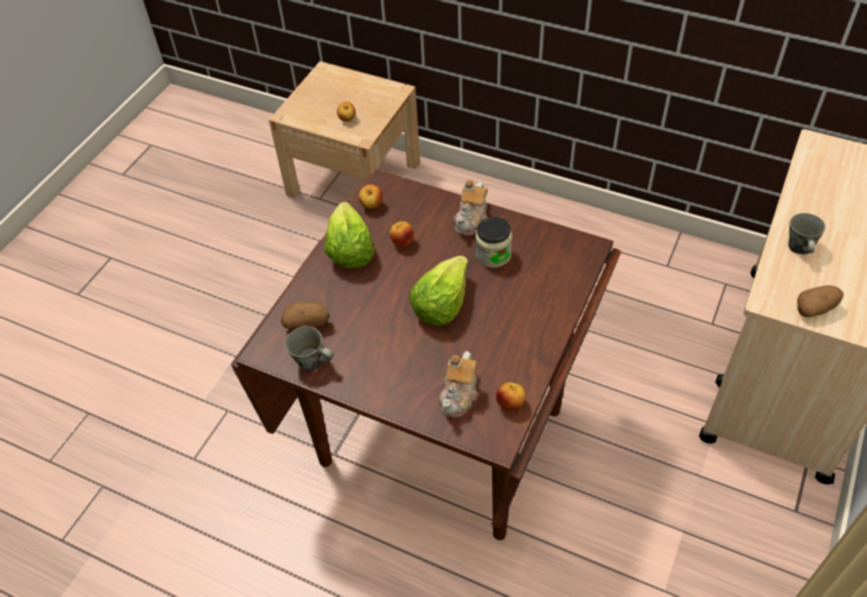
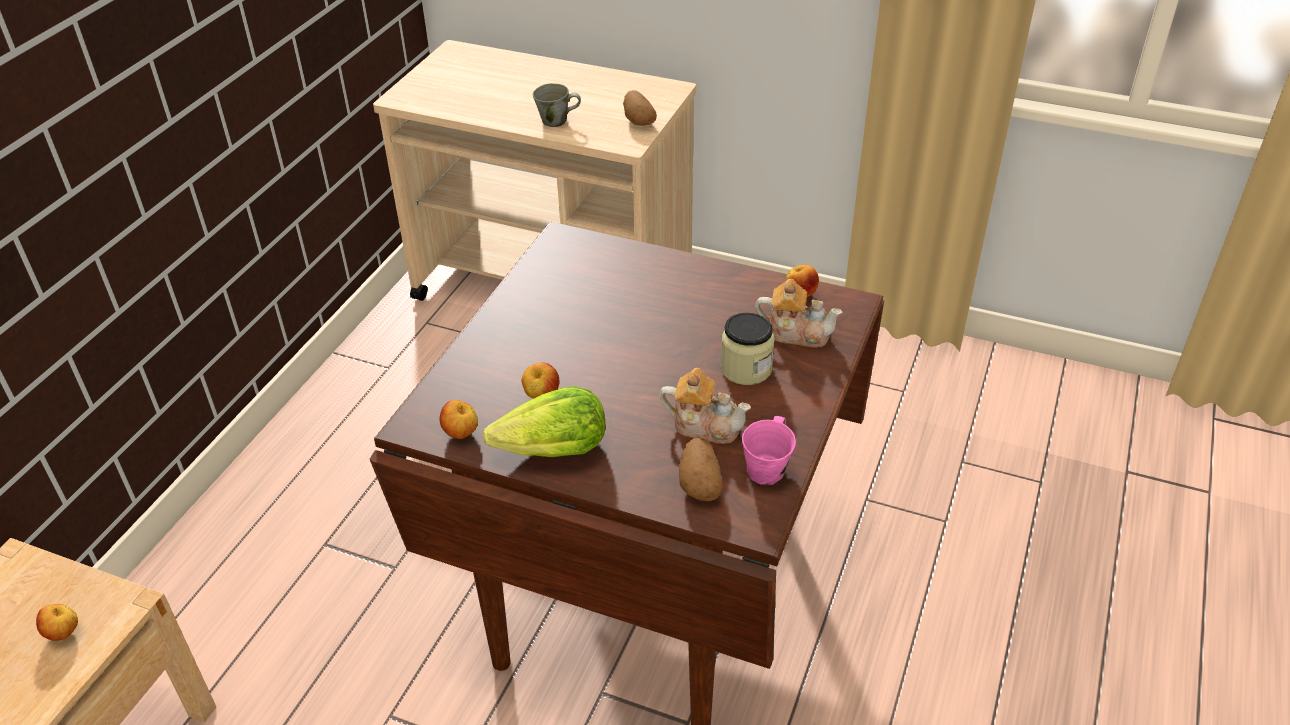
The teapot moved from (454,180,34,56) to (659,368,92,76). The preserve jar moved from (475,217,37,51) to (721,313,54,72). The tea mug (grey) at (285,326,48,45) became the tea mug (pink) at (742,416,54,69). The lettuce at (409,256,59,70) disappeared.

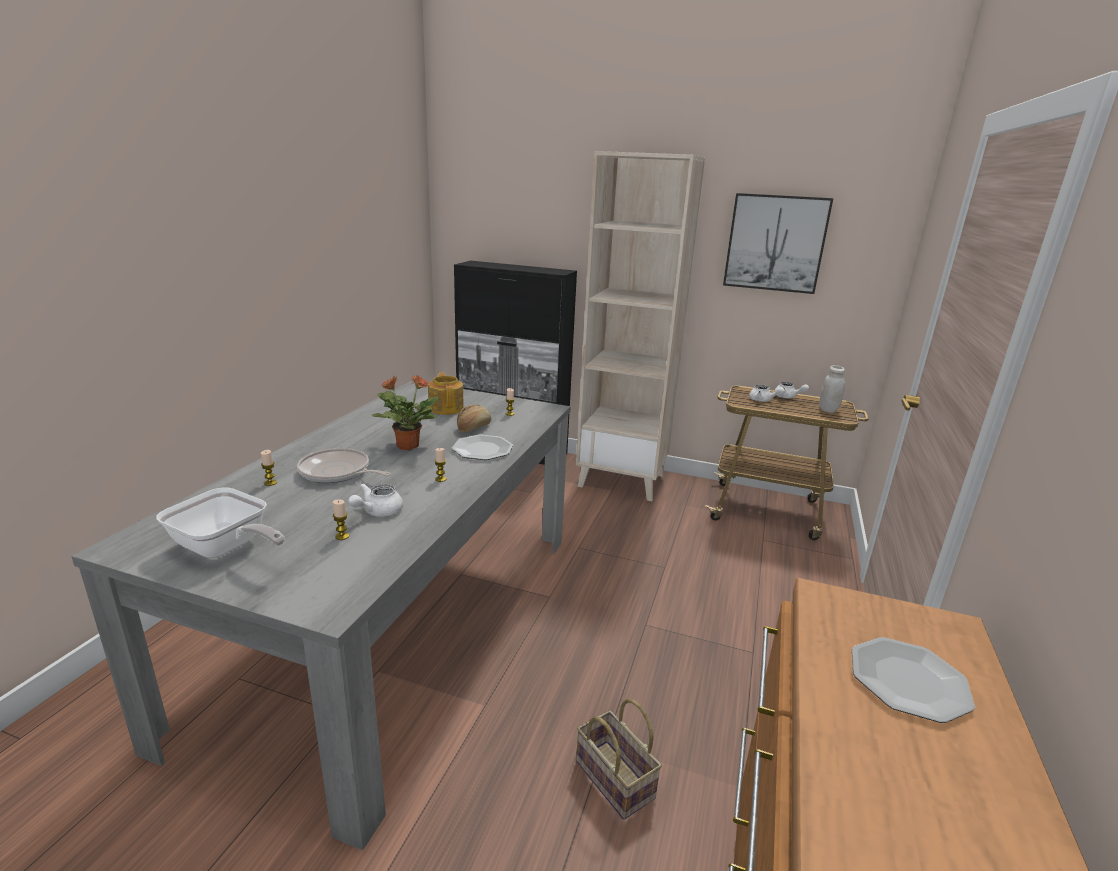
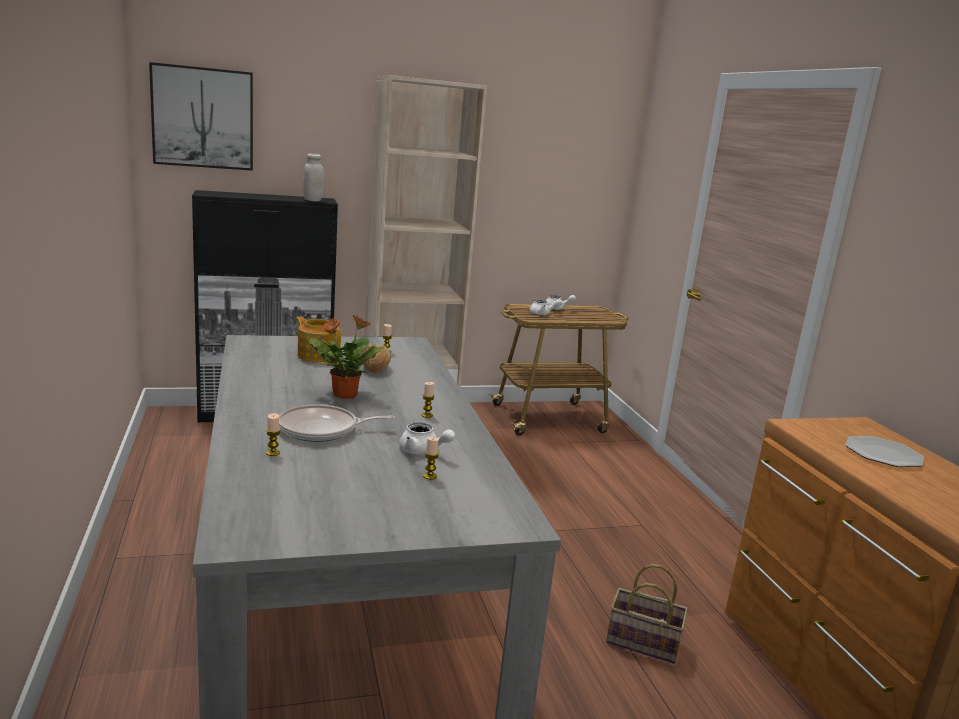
The picture moved from (723,193,110,101) to (149,62,104,109). The preserve jar (white) moved from (820,365,25,48) to (303,153,22,48). The teapot (white) at (348,483,55,34) turned 60 degrees counterclockwise. The frying pan at (156,488,129,70) disappeared. The flat dish at (452,434,61,26) disappeared.

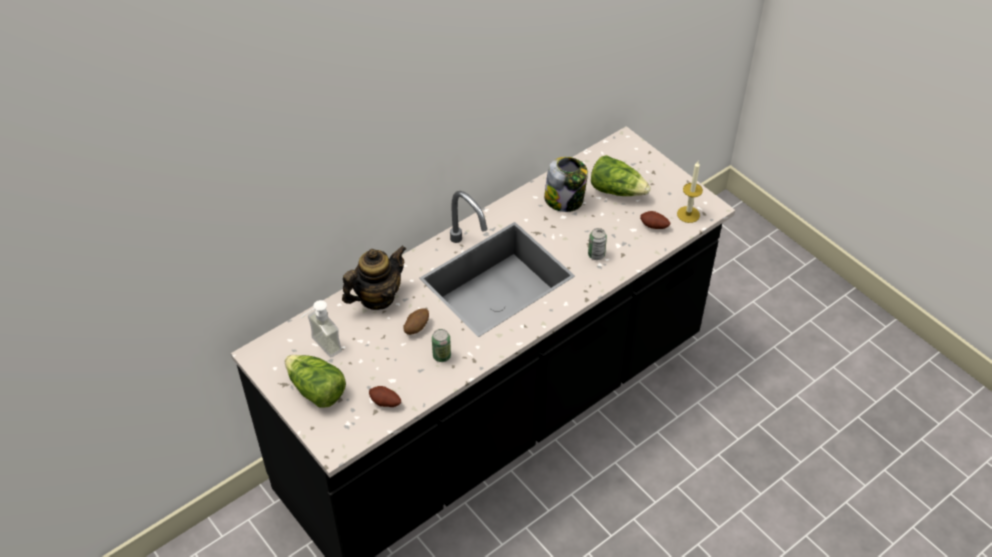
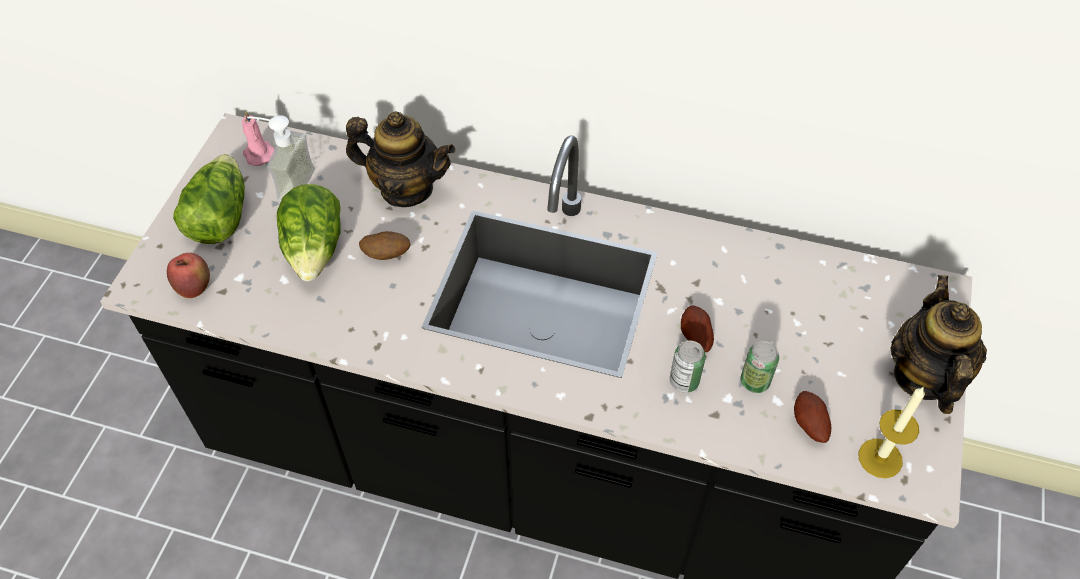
The apple at (167,253,43,45) appeared. The wax candle (pink) at (242,110,33,56) appeared. The lettuce moved from (591,155,60,41) to (277,184,64,98). The potato moved from (369,386,32,21) to (681,305,33,47). The sealed can moved from (432,329,19,33) to (741,341,38,52). The teapot at (891,275,96,139) appeared. The preserve jar at (544,157,44,55) disappeared.

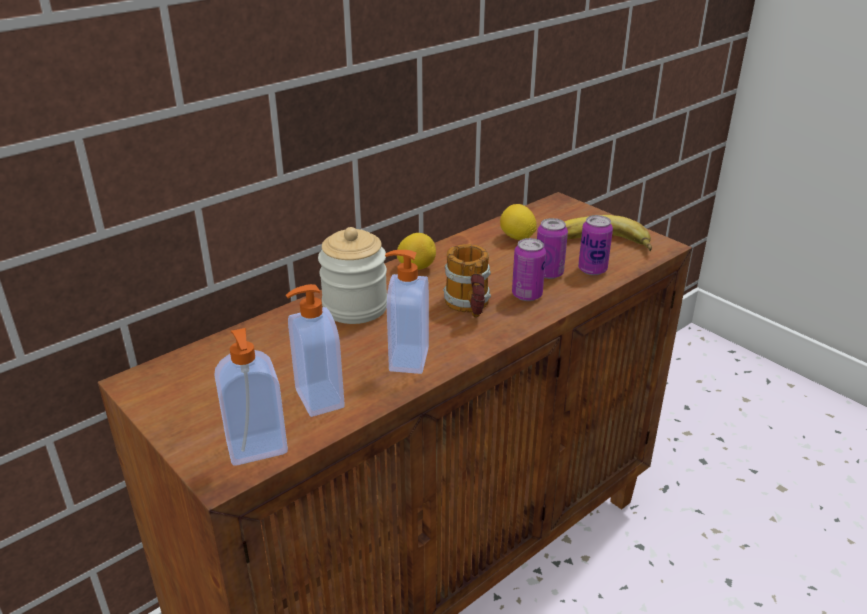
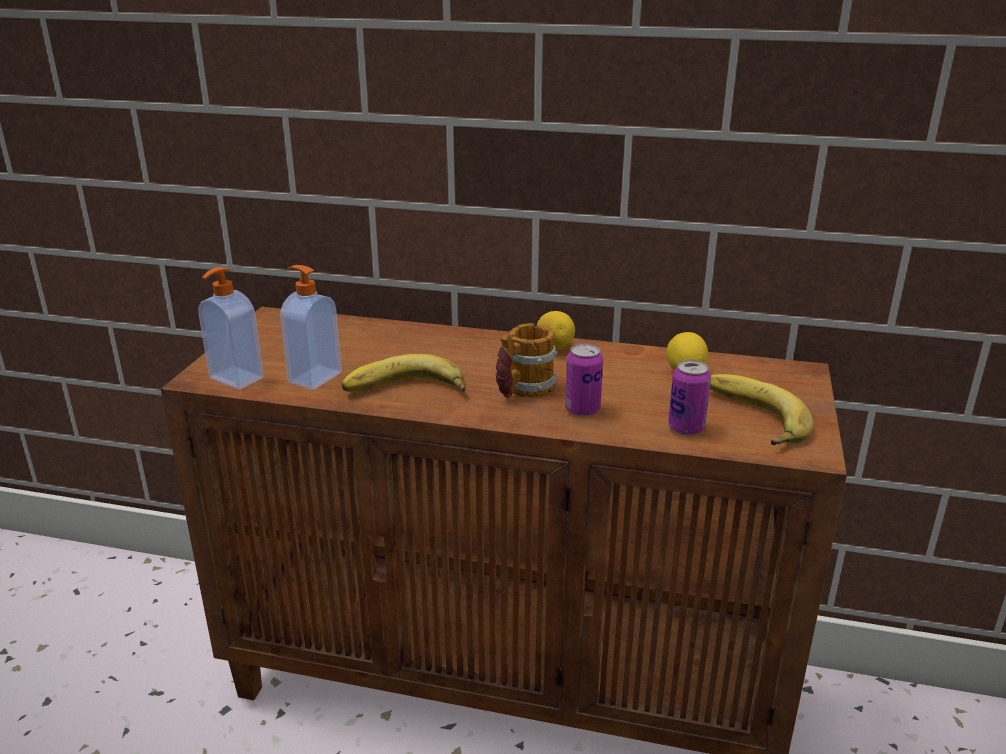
The liquid soap bottle at (385,250,44,124) was replaced by the whole banana at (342,354,124,38). The preserve jar at (318,227,69,97) disappeared. The sealed can at (537,218,31,61) disappeared.

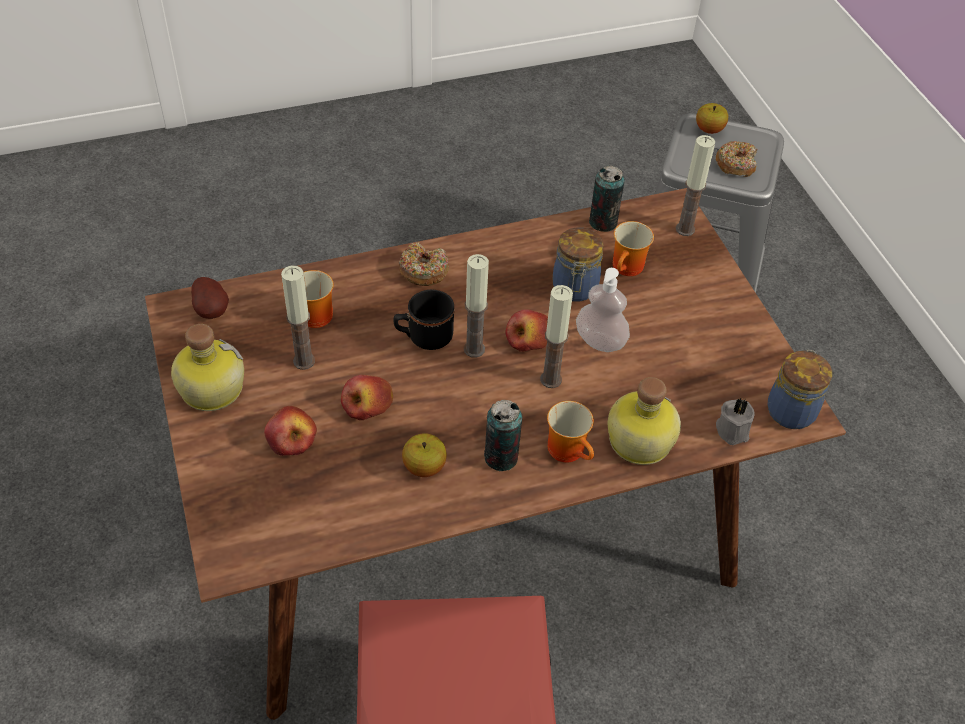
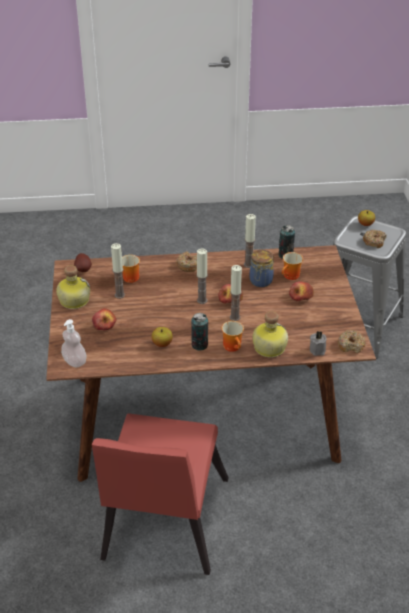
The liquid soap bottle moved from (576,268,54,84) to (61,319,26,48). The wax candle moved from (676,135,39,101) to (244,214,12,54). The apple moved from (341,375,52,45) to (289,281,25,21). The preserve jar at (768,350,64,79) was replaced by the doughnut at (338,330,28,23). The tea mug (black-coloured) at (393,290,61,60) disappeared.

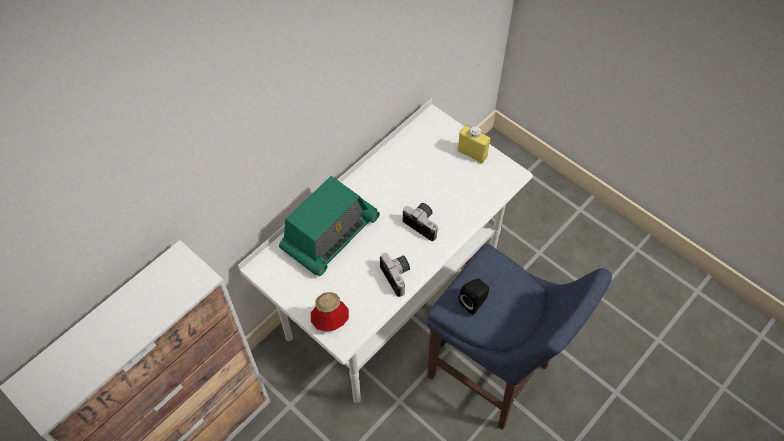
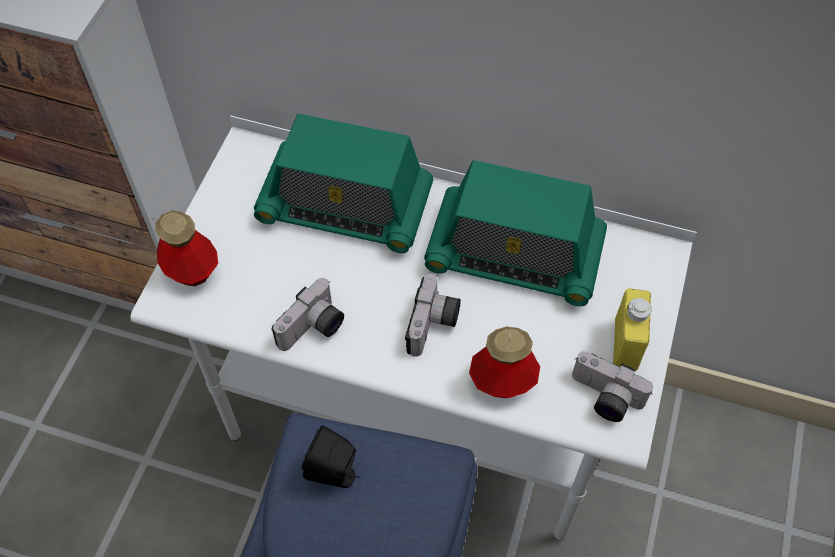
The radio receiver at (424,160,183,146) appeared. The drink bottle at (469,327,71,71) appeared. The still camera at (572,351,81,71) appeared.

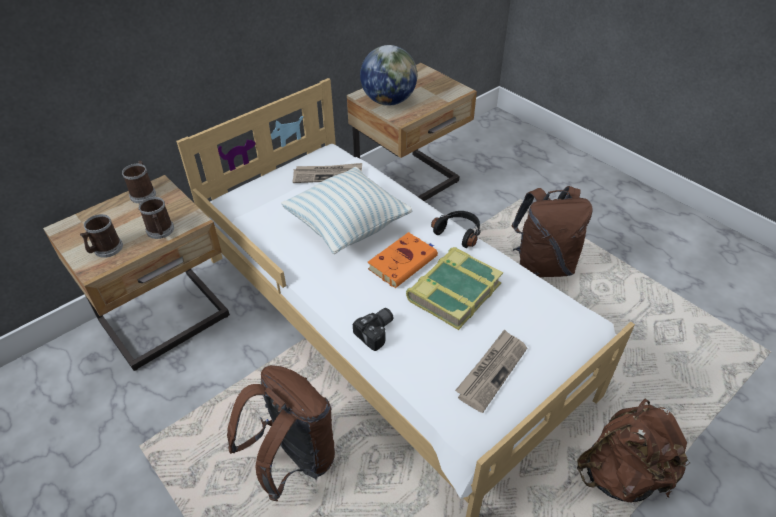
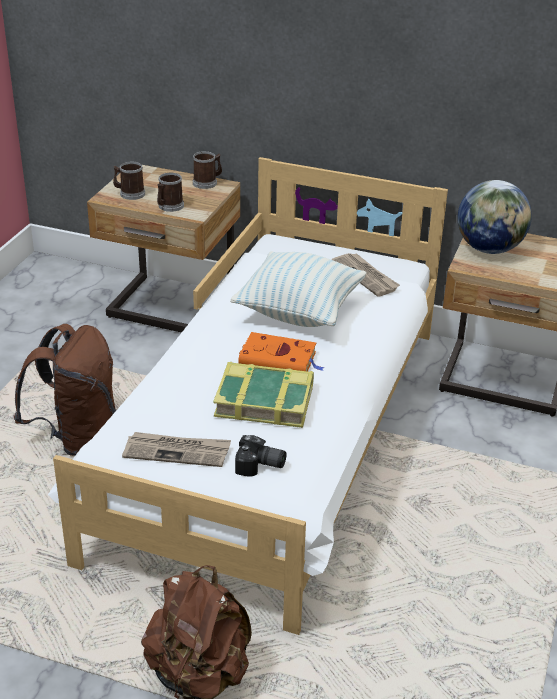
The still camera moved from (353,308,41,43) to (235,435,52,42). The headphones (black-coloured) at (431,211,50,37) disappeared. The rucksack (brownish) at (512,186,81,91) disappeared.

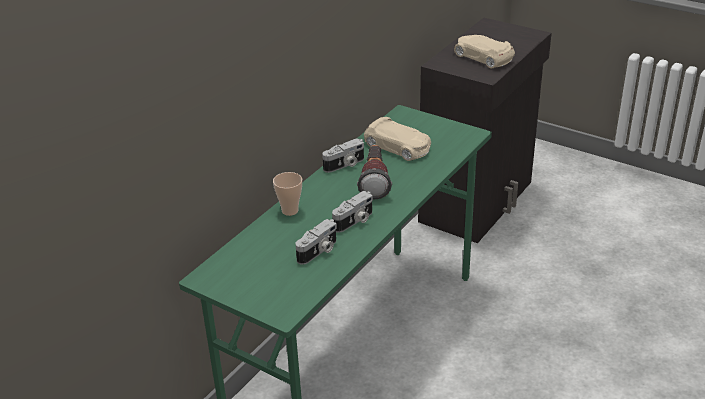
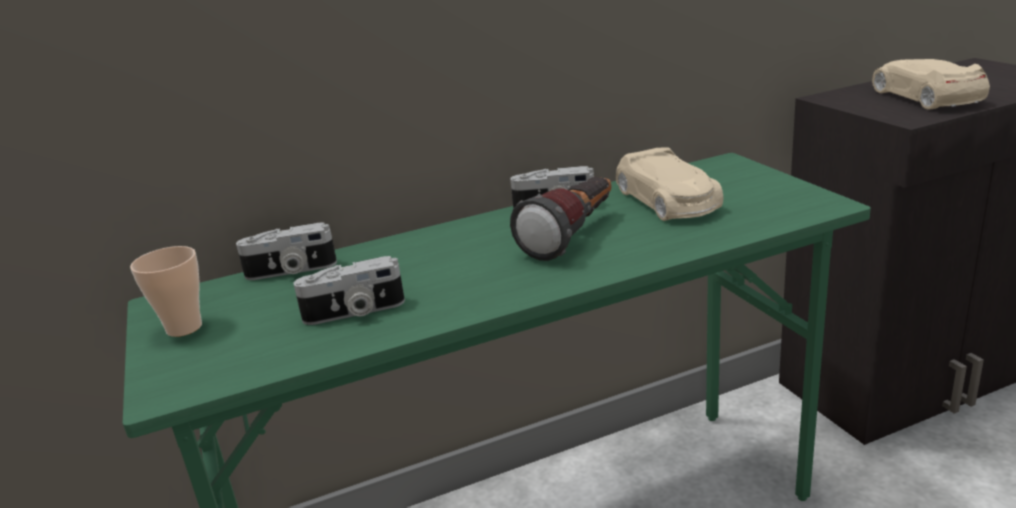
The drinking cup moved from (273,172,29,44) to (130,246,72,91). The still camera moved from (332,191,41,42) to (236,222,101,58).

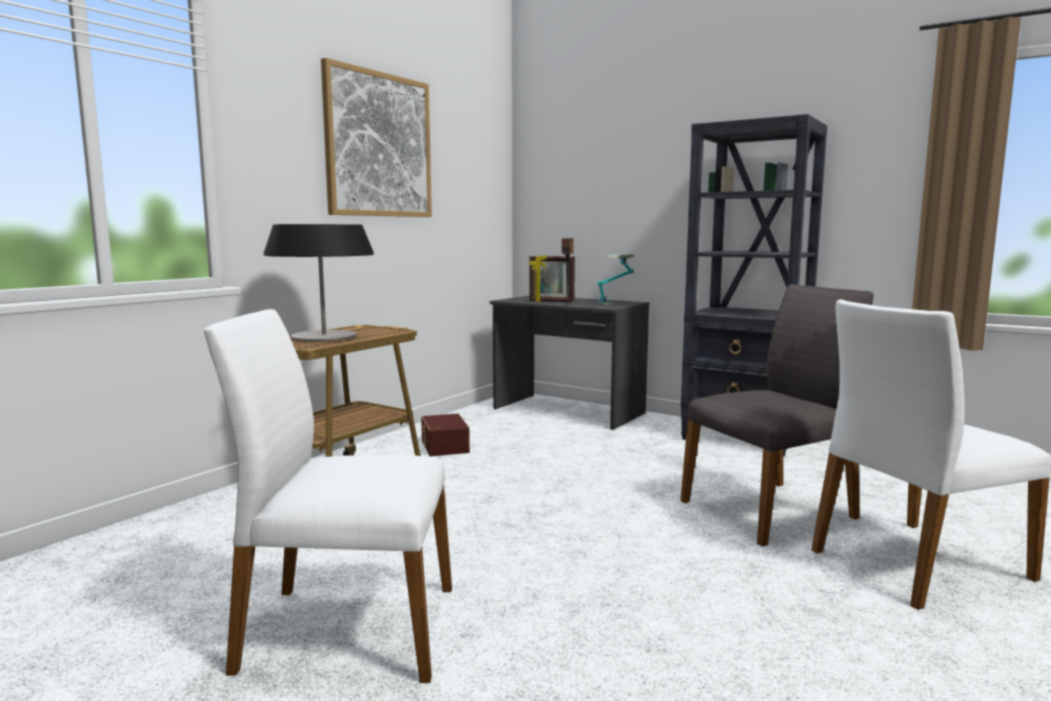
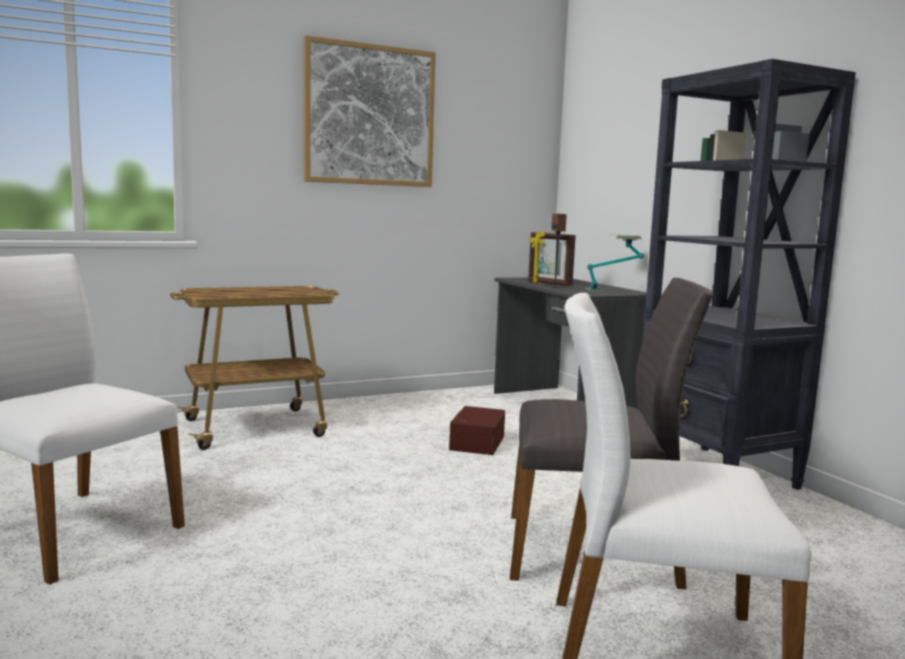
The storage bin (brownish) moved from (421,414,49,42) to (449,406,56,49). The table lamp at (264,224,110,117) disappeared.

